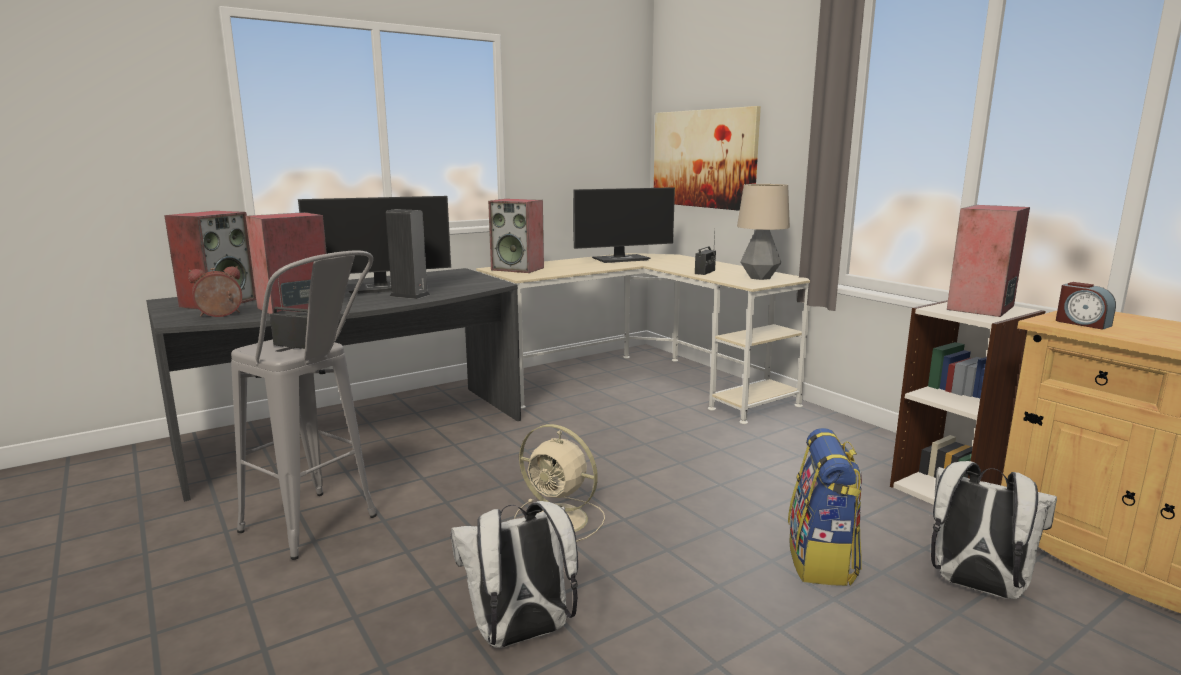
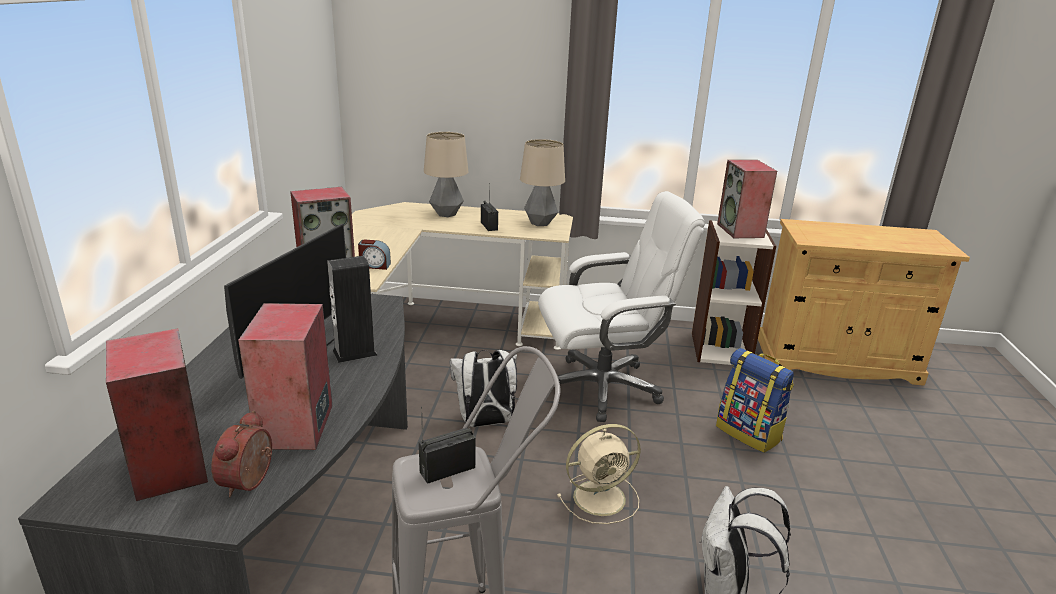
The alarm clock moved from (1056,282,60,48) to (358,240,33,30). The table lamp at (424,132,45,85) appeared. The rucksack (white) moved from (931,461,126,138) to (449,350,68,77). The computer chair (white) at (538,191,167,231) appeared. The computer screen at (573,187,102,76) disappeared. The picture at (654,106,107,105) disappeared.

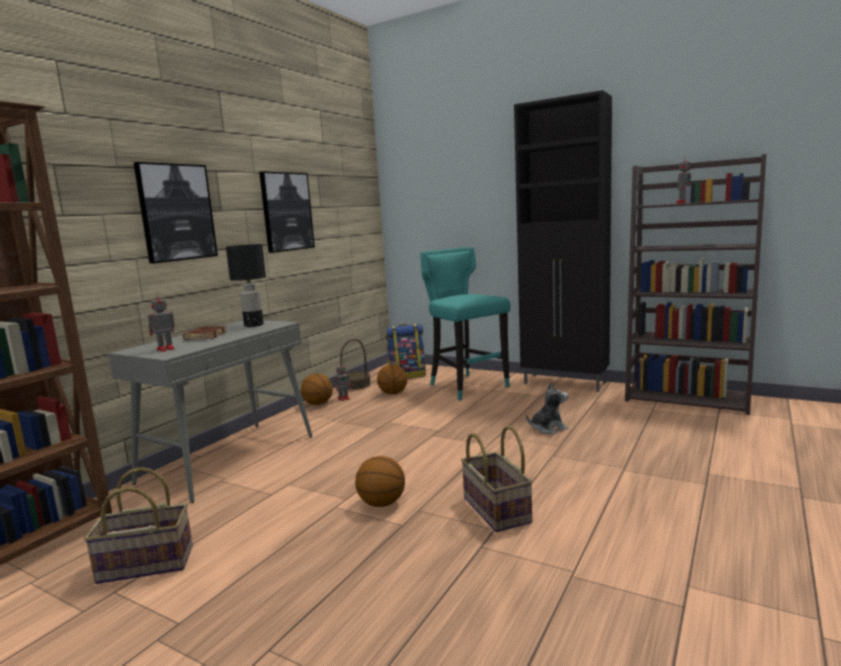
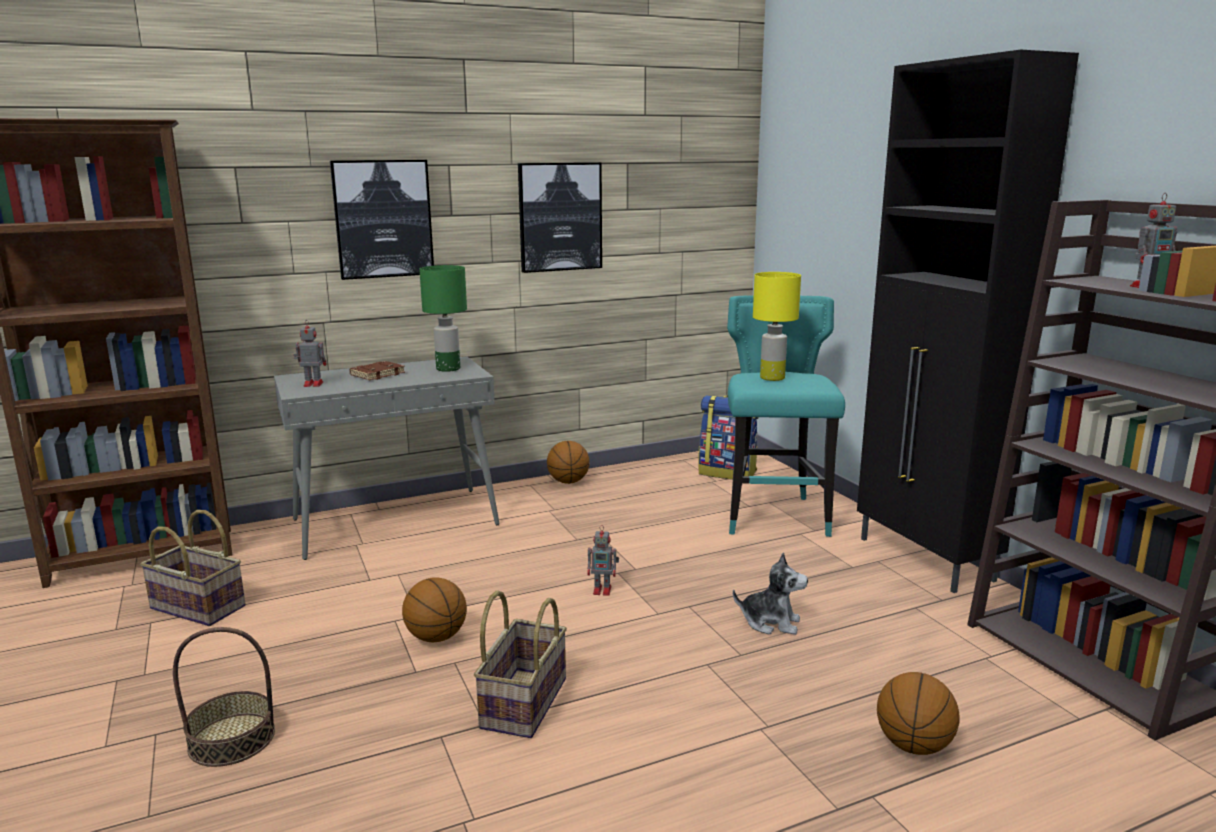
The basket moved from (340,339,31,51) to (173,627,102,140). The table lamp (black-coloured) at (226,244,40,83) became the table lamp (green) at (419,265,48,107). The model robot moved from (334,363,17,38) to (587,525,32,71). The table lamp (yellow-coloured) at (753,272,48,109) appeared. The ball for basketball moved from (377,364,30,31) to (877,672,82,83).

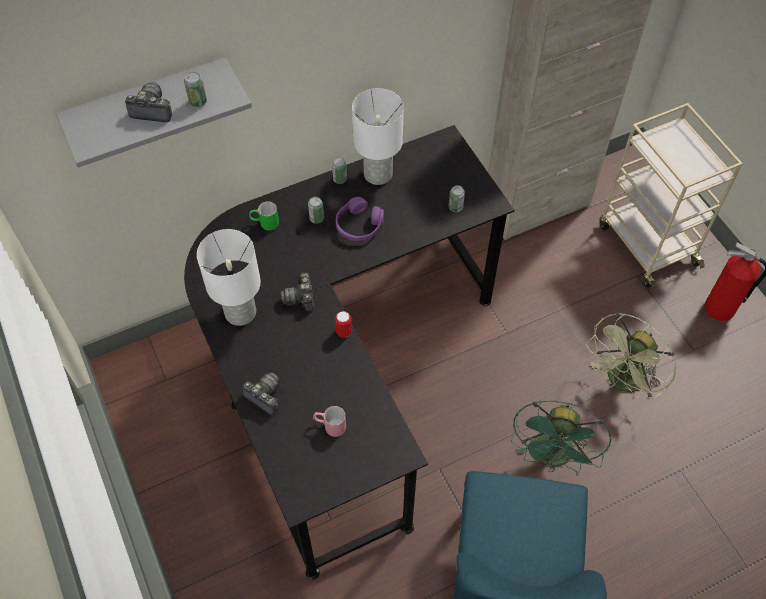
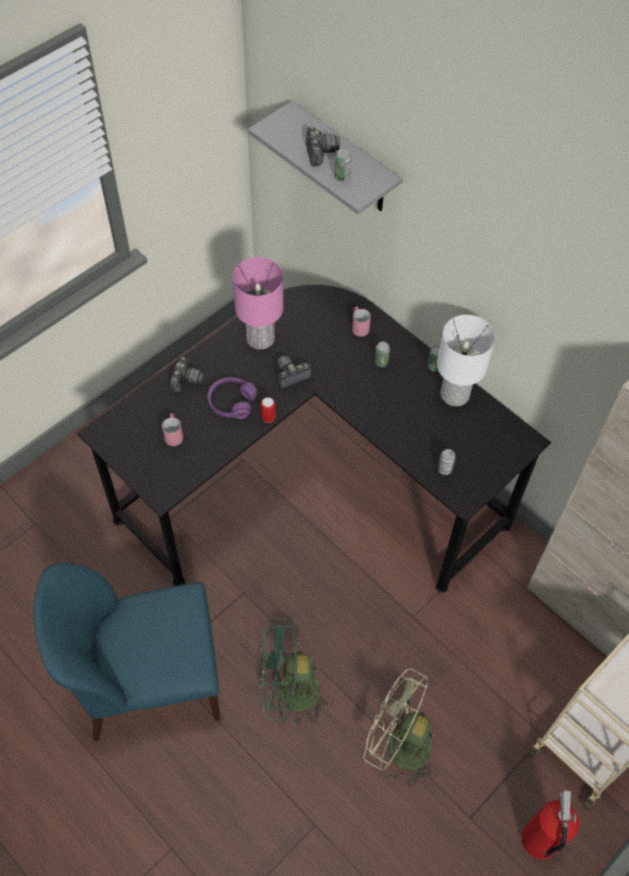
The headphones (purple-coloured) moved from (336,197,48,44) to (207,377,50,42). The table lamp (white) at (197,229,64,97) became the table lamp (pink) at (233,257,50,92). The tea mug (green) at (249,201,30,30) became the tea mug (pink) at (352,306,19,31).

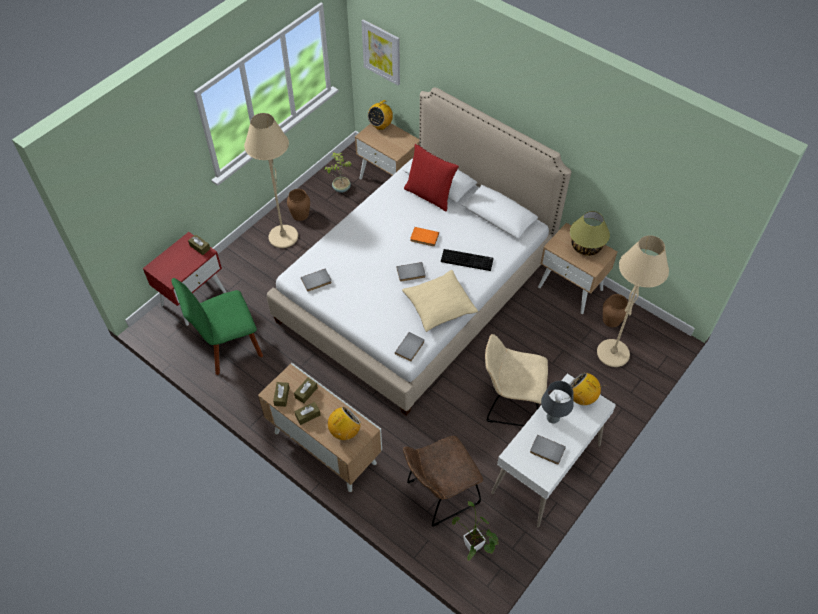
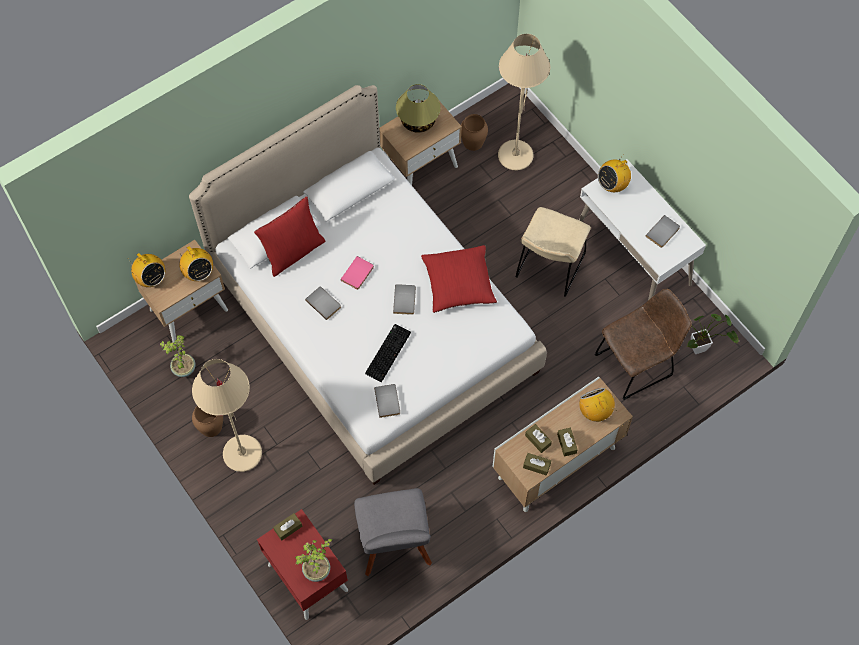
The radio receiver at (179,246,34,35) appeared. The potted plant at (295,539,37,43) appeared. The bound book (grey) moved from (395,332,29,29) to (305,287,36,33). The bound book (orangey) at (410,227,29,19) became the bound book (pink) at (341,256,33,34). The chair (green) at (171,278,92,97) became the chair (grey) at (354,488,78,88). The computer keyboard moved from (441,249,53,22) to (365,324,46,58). The throw pillow (beige) at (402,270,76,62) became the throw pillow (red) at (421,245,76,68). The chair (brownish) at (403,436,80,91) turned 105 degrees counterclockwise. The picture at (361,19,39,66) disappeared. The table lamp (grey) at (541,381,33,43) disappeared.

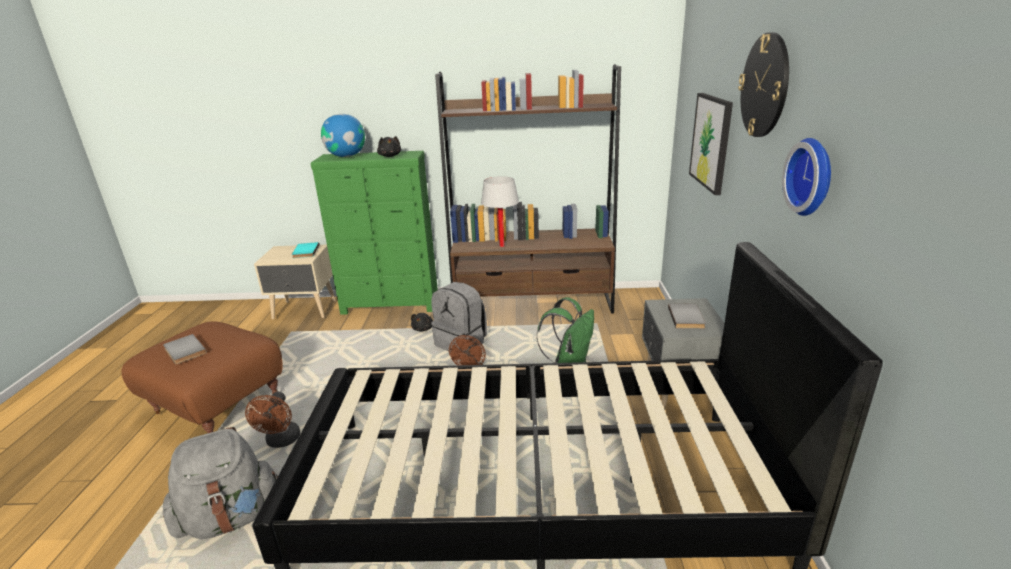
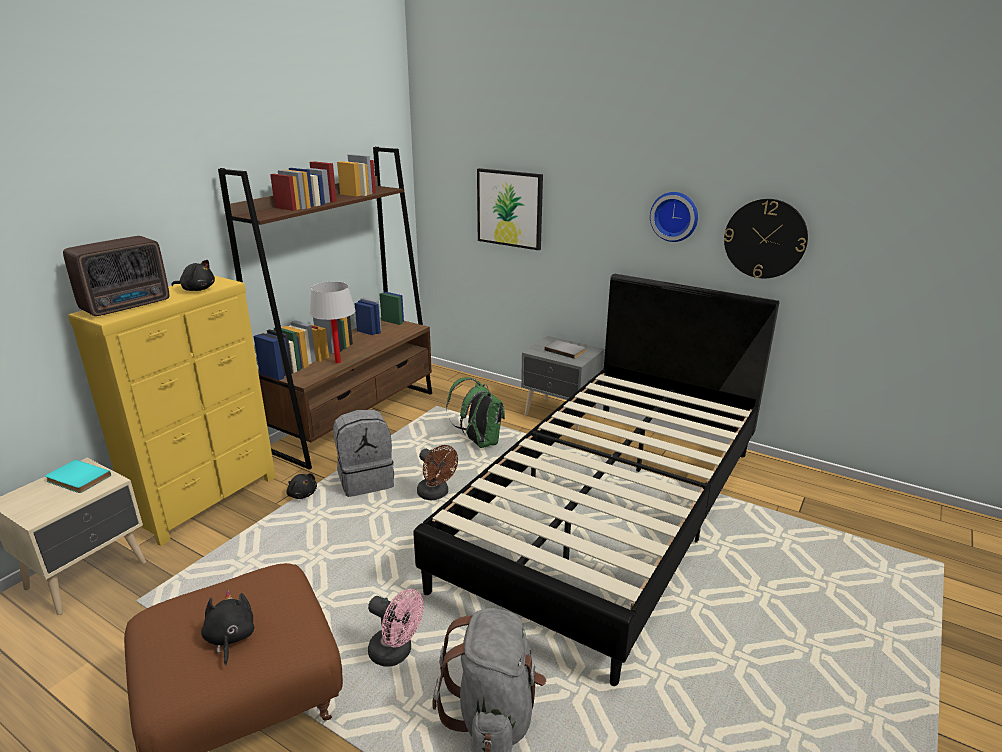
The desk globe at (321,114,44,43) was replaced by the radio receiver at (63,236,107,80). The drawer chest (green) at (311,151,127,164) became the drawer chest (yellow-coloured) at (68,276,208,270). The bound book (grey) at (163,334,44,30) was replaced by the cuddly toy (black-coloured) at (201,590,53,76). The electric fan (brownish) at (245,392,55,56) became the electric fan (pink) at (368,589,56,78). The hanging clock moved from (738,32,51,105) to (724,199,84,79).

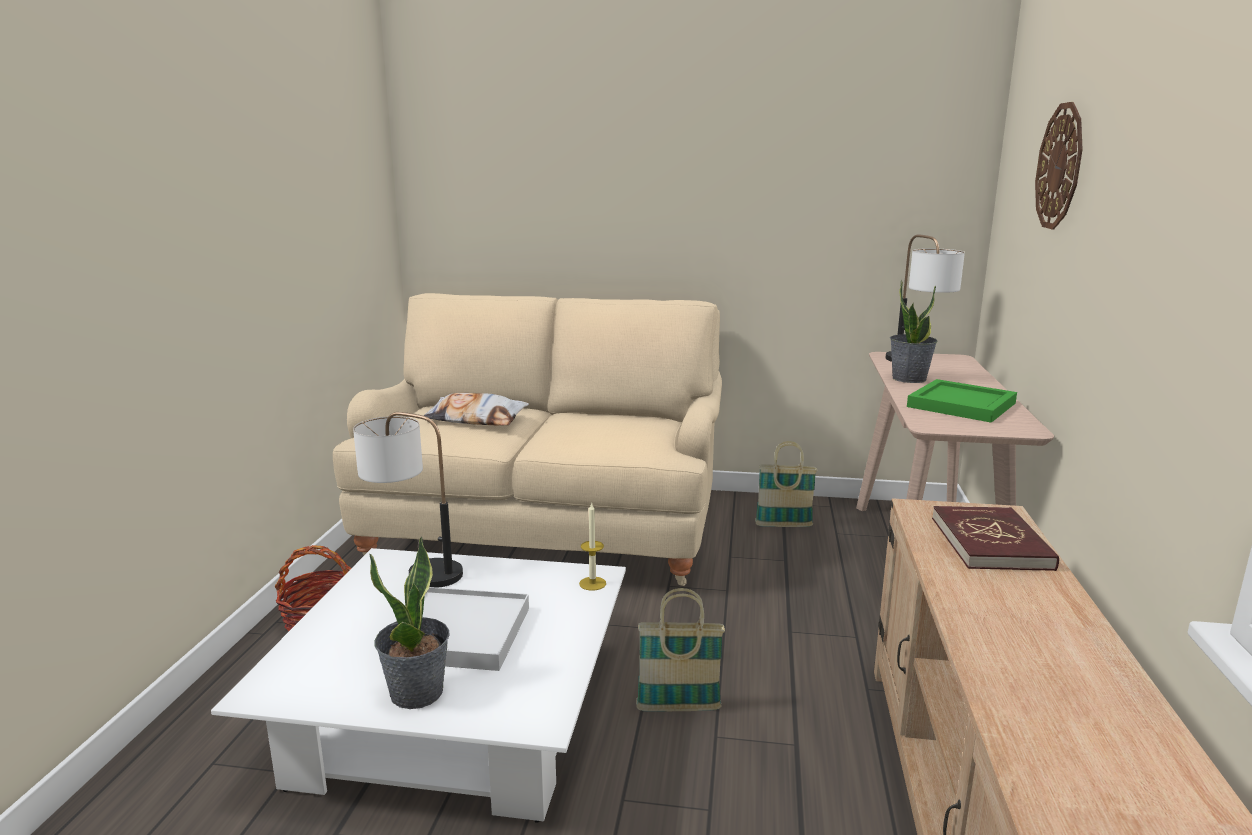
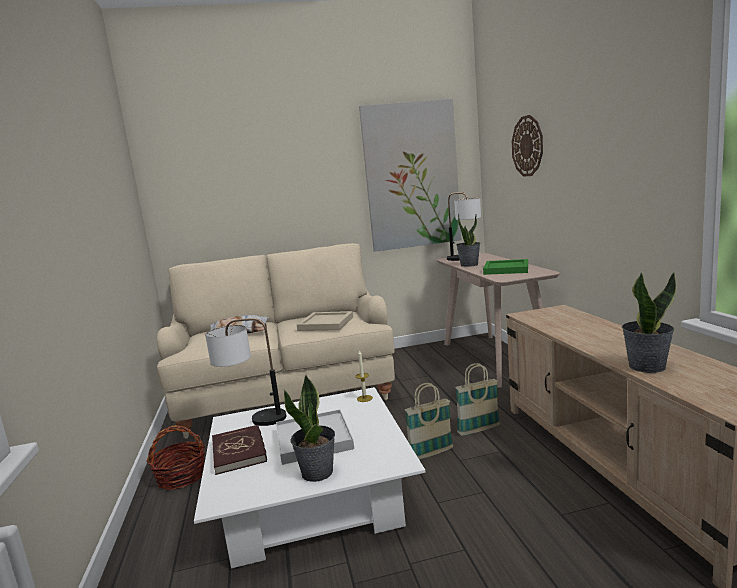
The bound book (red) moved from (932,506,127,65) to (212,425,55,50). The serving tray (beige) at (297,311,56,20) appeared. The picture at (359,99,103,153) appeared. The basket moved from (755,441,62,86) to (455,363,45,73). The potted plant at (622,272,54,101) appeared.

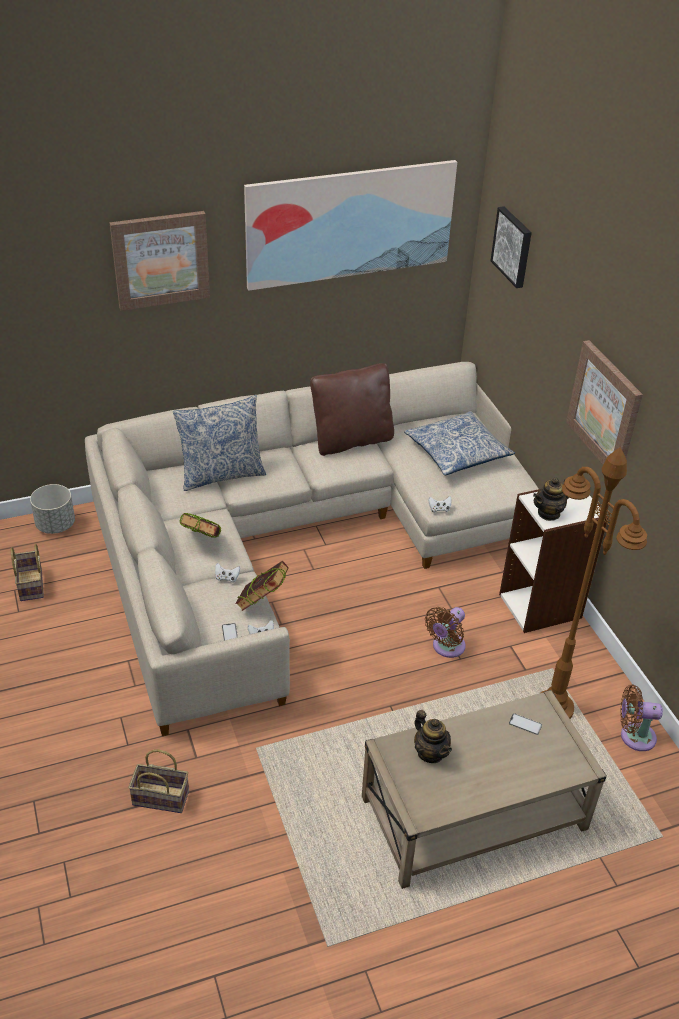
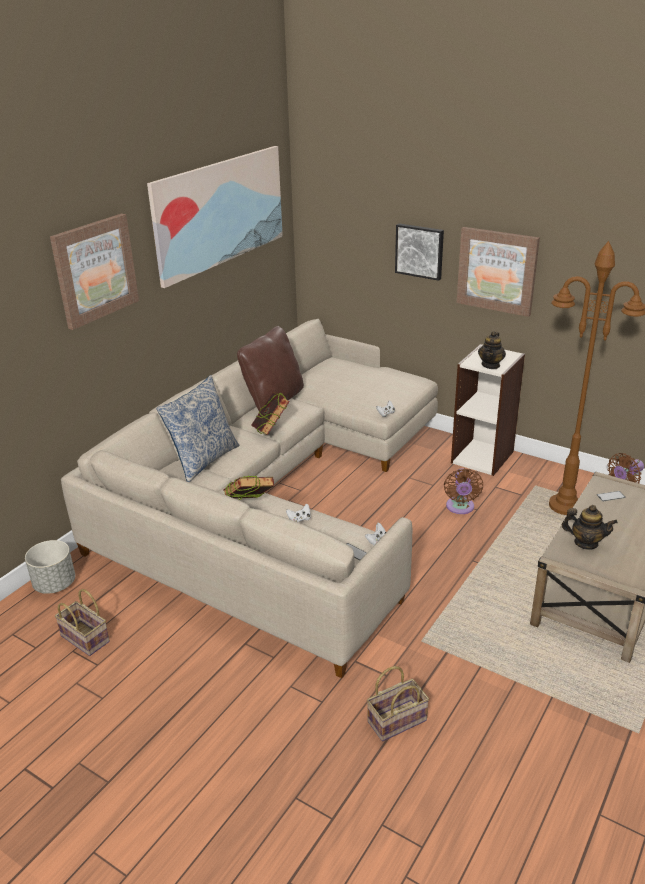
The bound book moved from (235,561,54,50) to (251,392,39,43). The picture moved from (491,206,41,82) to (395,224,49,57). The throw pillow at (404,411,111,64) disappeared.

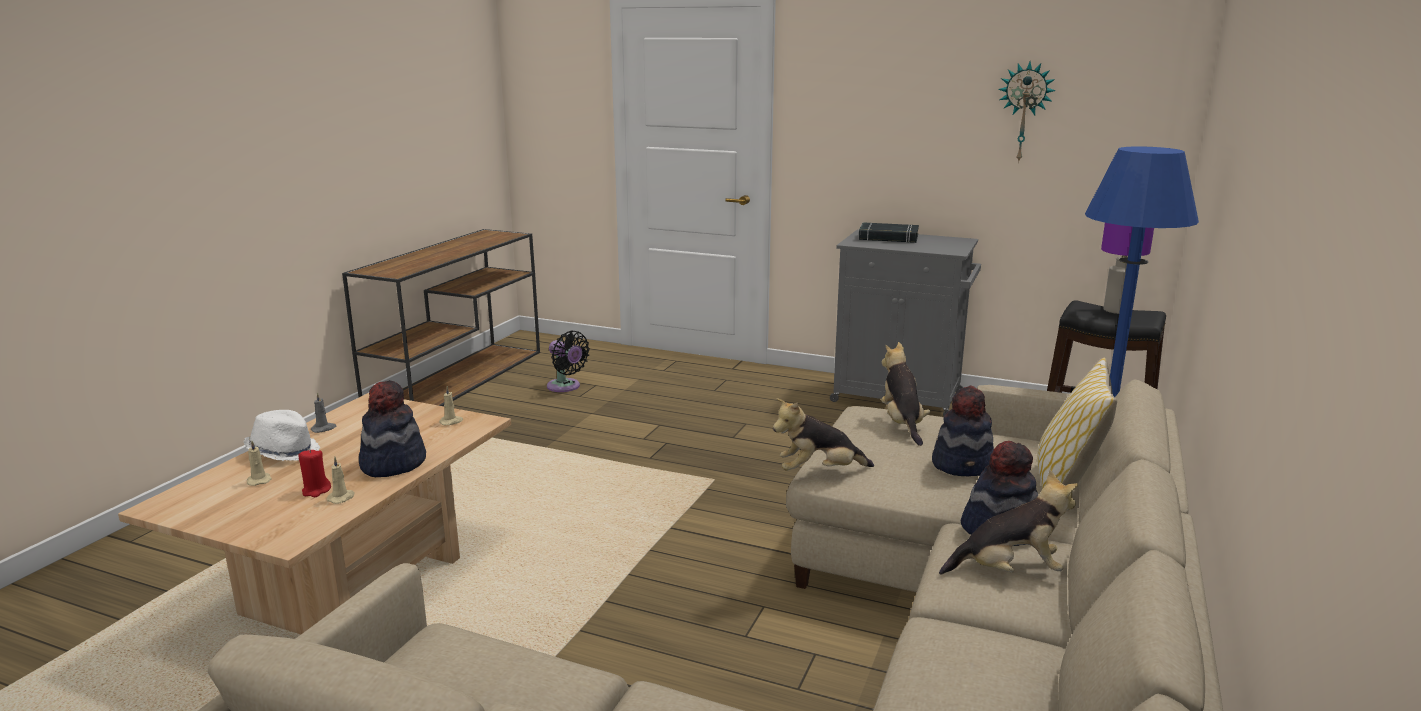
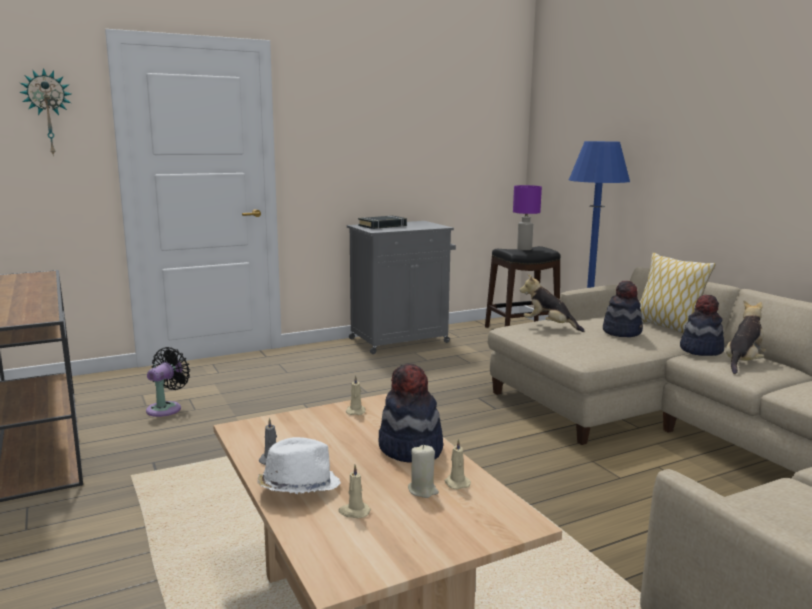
The hanging clock moved from (998,62,58,101) to (19,68,52,89). The electric fan (black-coloured) at (547,330,43,62) turned 60 degrees counterclockwise. The wax candle (red) at (299,449,32,48) became the wax candle (beige) at (408,445,31,53). The cuddly toy at (773,398,101,73) disappeared.

